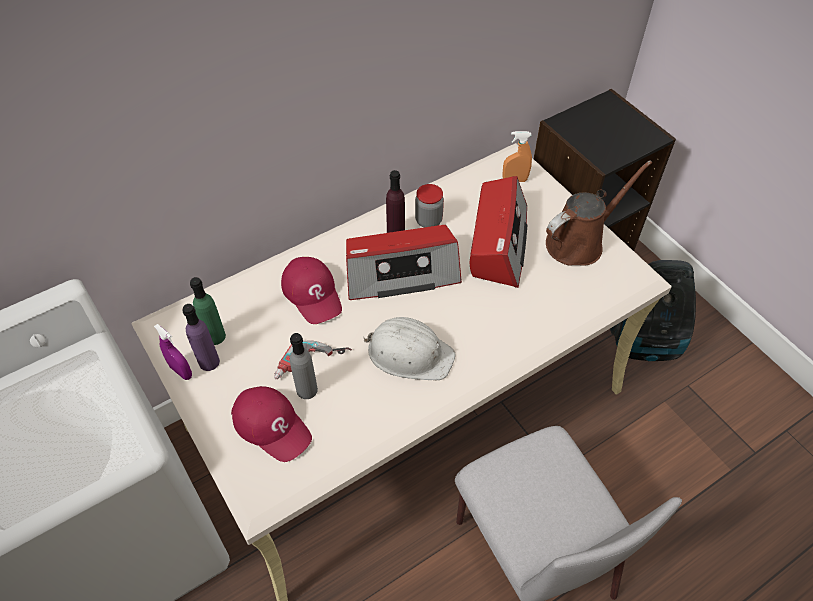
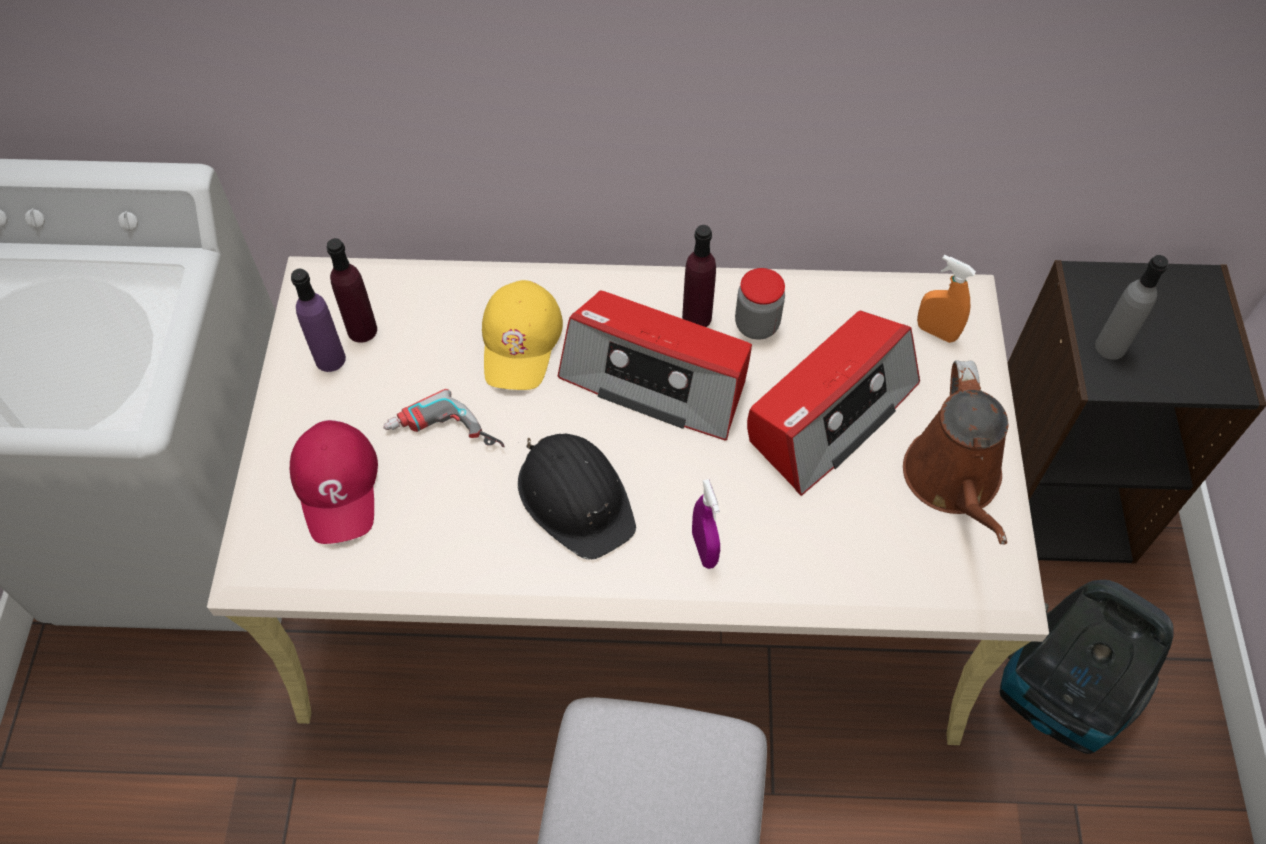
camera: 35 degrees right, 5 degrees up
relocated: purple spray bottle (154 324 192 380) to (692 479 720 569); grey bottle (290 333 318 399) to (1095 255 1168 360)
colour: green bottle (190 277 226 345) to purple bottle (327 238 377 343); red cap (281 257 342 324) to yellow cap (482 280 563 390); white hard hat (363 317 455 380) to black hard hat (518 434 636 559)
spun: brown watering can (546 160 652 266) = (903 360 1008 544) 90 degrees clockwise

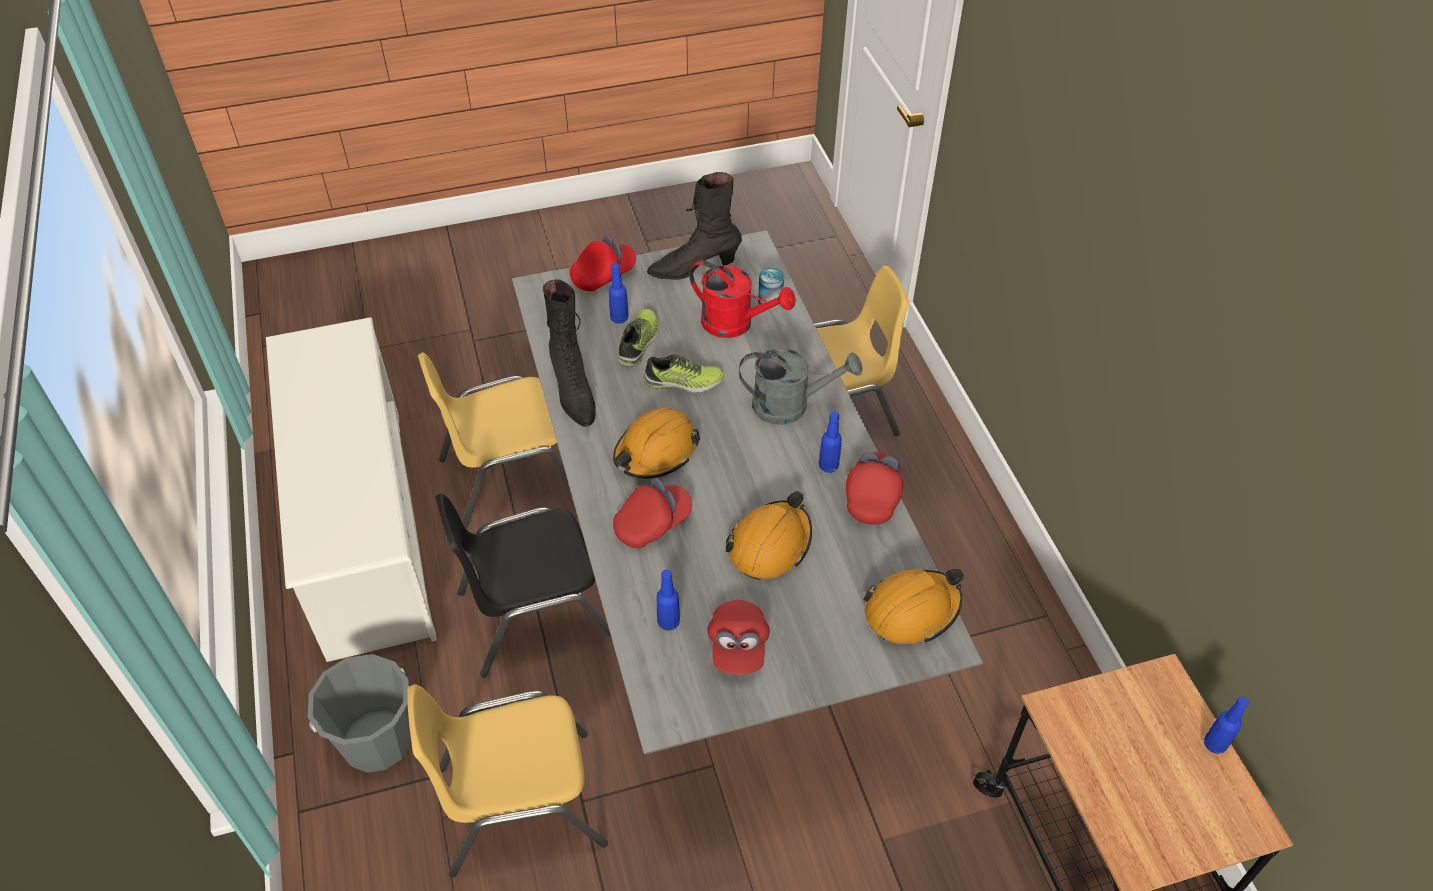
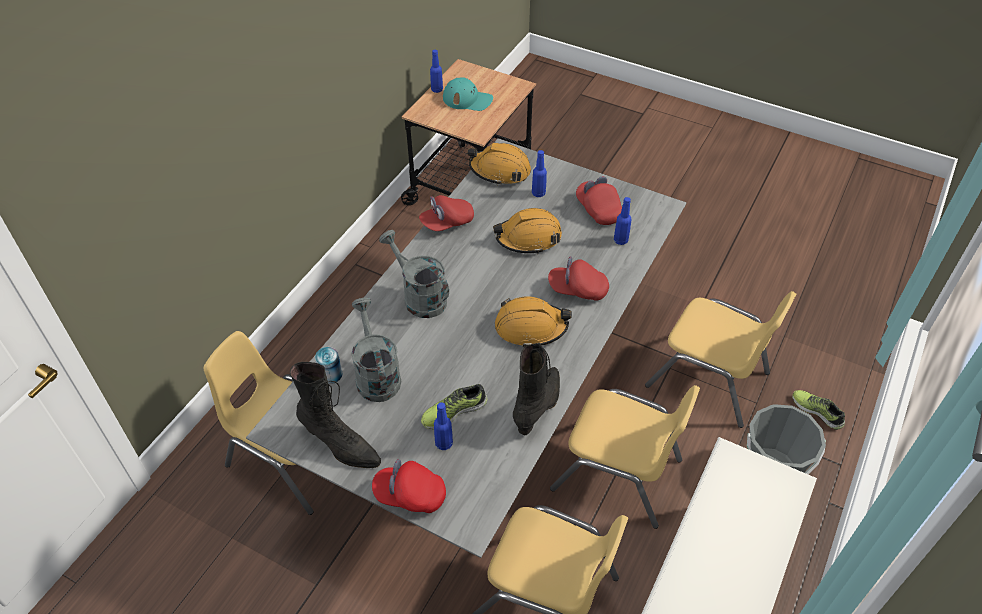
camera: 135 degrees left, 0 degrees up
appeared: turquoise cap (443 78 493 111)
relocated: shoe (643 355 724 393) to (792 390 845 430); blue bottle (819 411 842 473) to (532 150 547 197)
colour: black chair (436 493 612 677) to yellow chair (550 385 700 529); red watering can (689 260 796 338) to grey watering can (351 298 401 402)
spun: red cap (707 600 770 674) = (576 176 622 225) 75 degrees counterclockwise

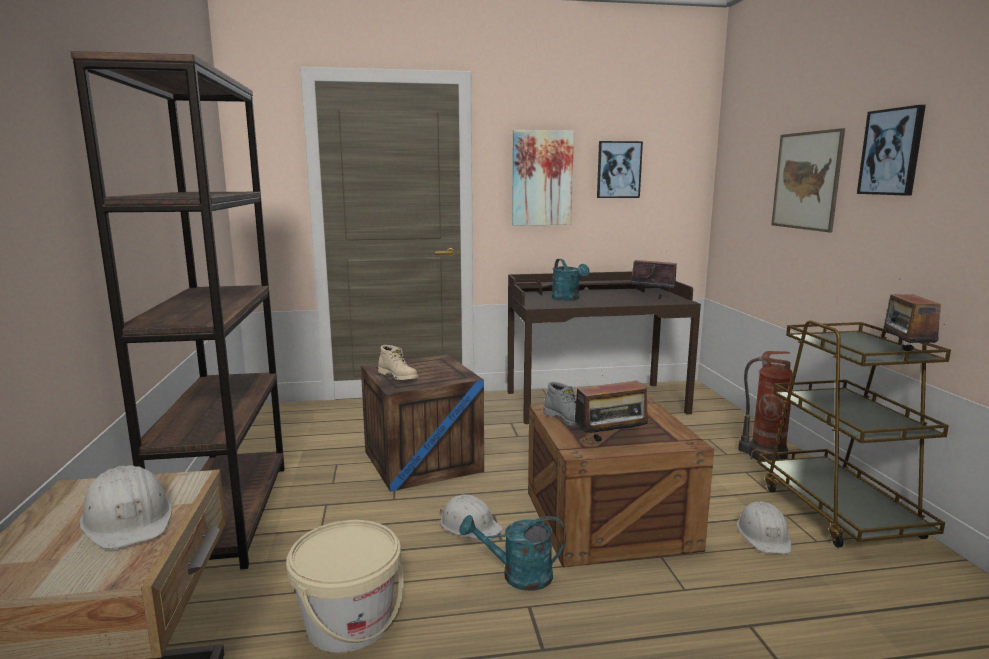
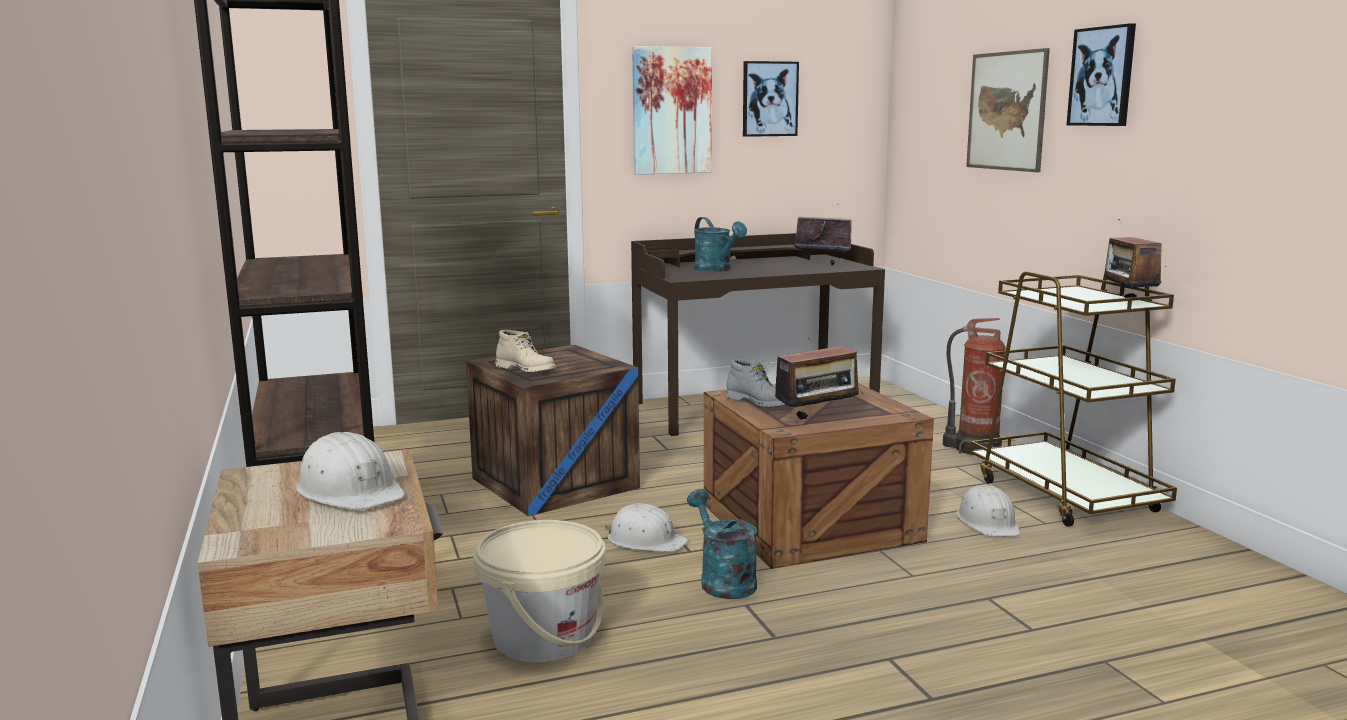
camera: 10 degrees left, 0 degrees up
spun: turquoise watering can (459 515 566 591) = (687 489 757 599) 75 degrees clockwise

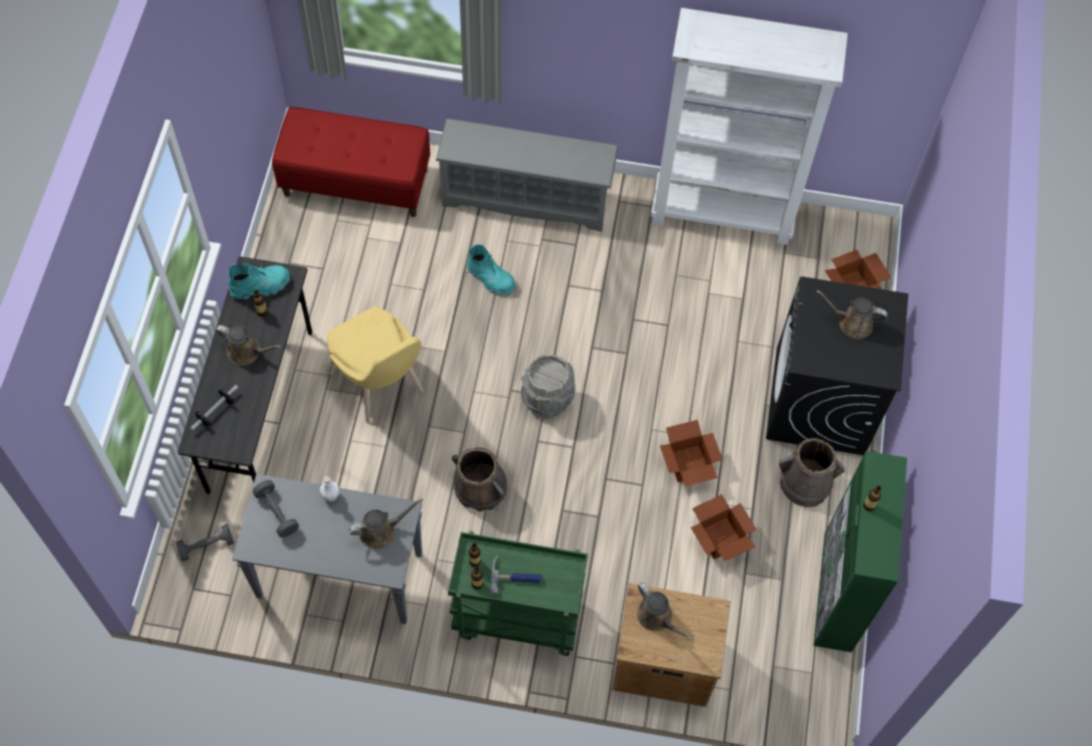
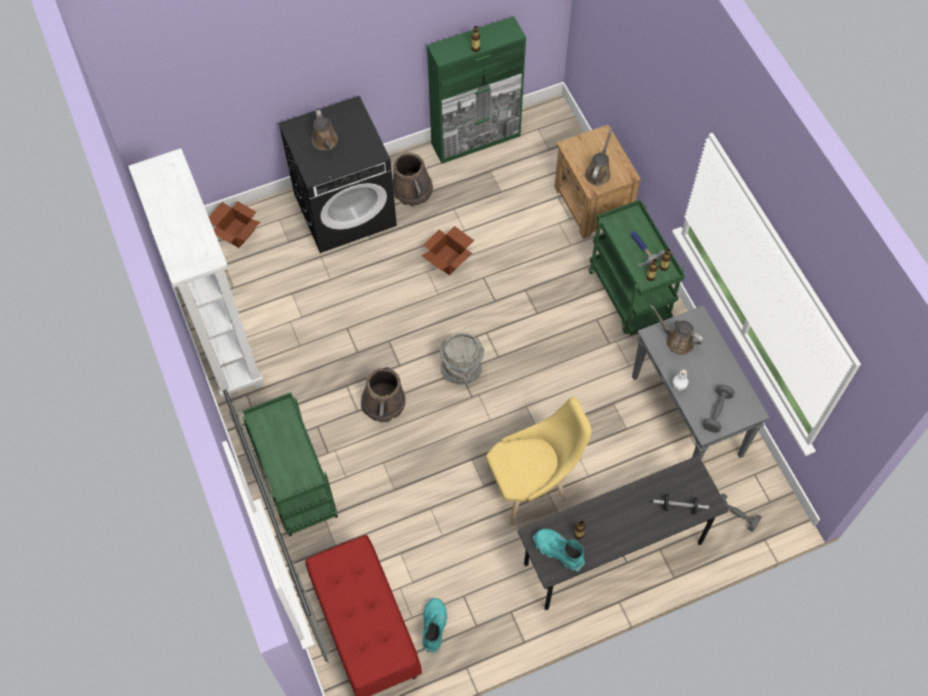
camera: 120 degrees left, 0 degrees up
missing: brown watering can (215 325 282 366); cardboard box (691 494 757 561)
relocated: brown bucket (452 447 507 512) to (361 367 406 422); turquoise boot (467 244 516 296) to (423 598 447 653)
exchanged: grey shoe rack (436 119 618 232) to green cart (242 392 338 536)
spun: yellow chair (327 306 424 423) = (486 397 591 525) 45 degrees clockwise

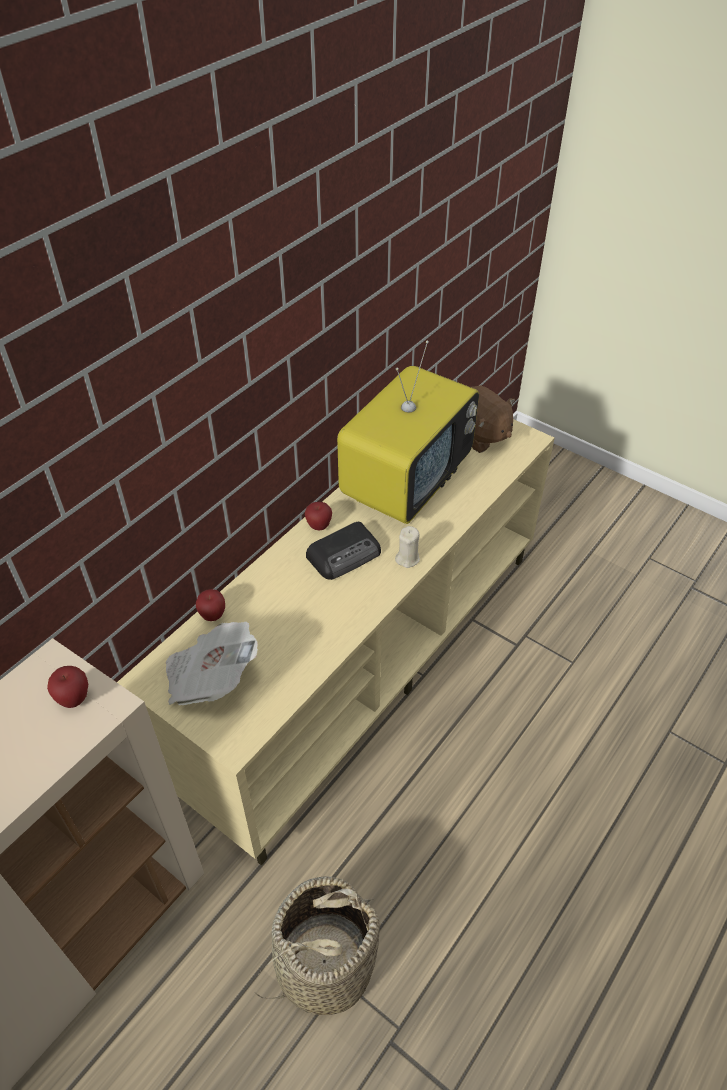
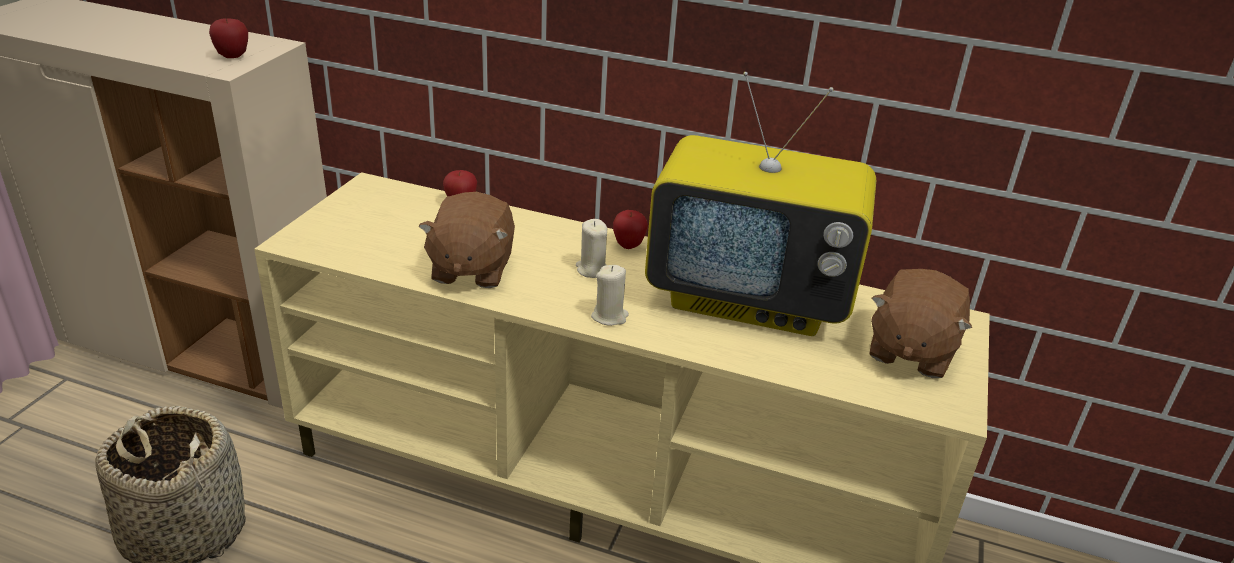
camera: 70 degrees right, 15 degrees down
missing: newspaper (166 622 258 705)
appeared: brown plush toy (418 192 515 288)
exchanged: radio (306 522 381 580) to beige candle (576 219 607 278)

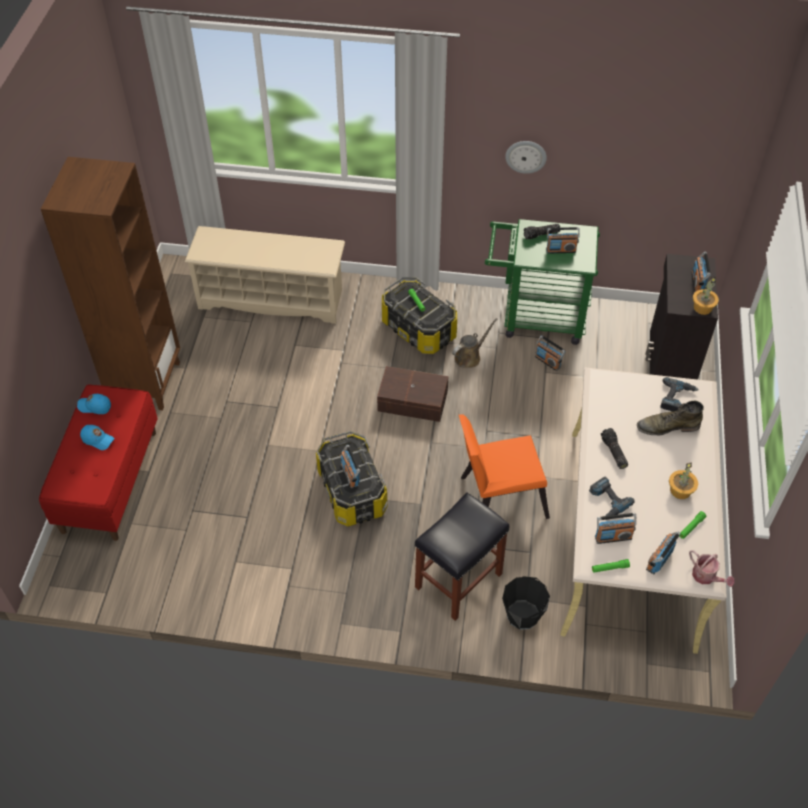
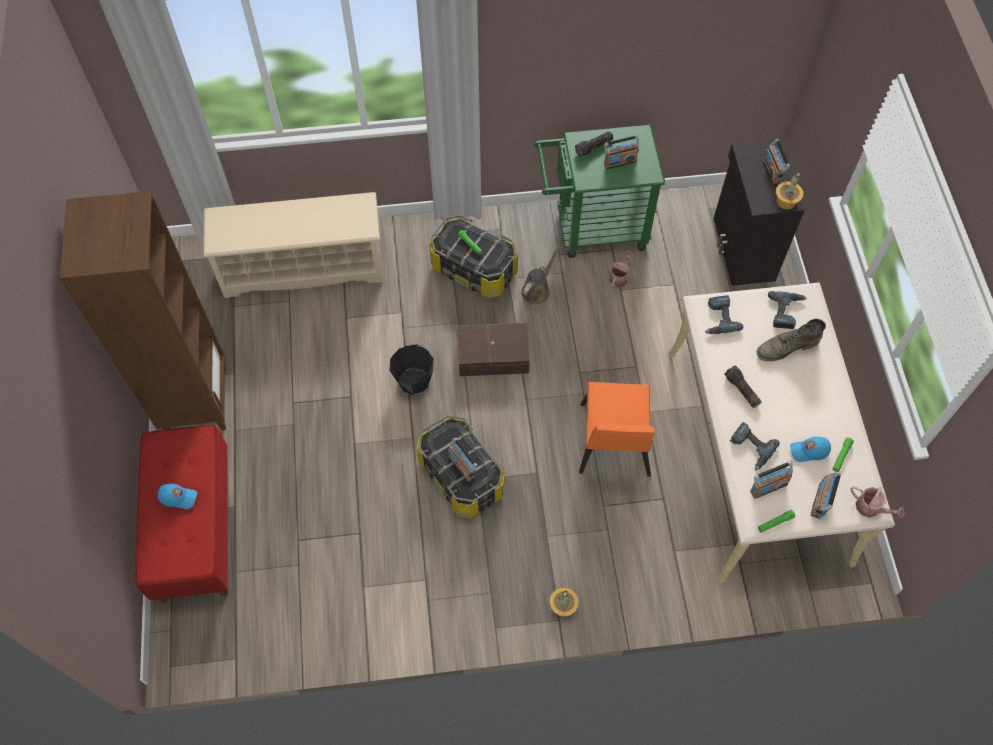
camera: 15 degrees left, 10 degrees up
missing: black stool (415 493 509 621); wall clock (505 141 547 174)
appeared: power drill (705 295 743 334)
relocated: blue cap (77 394 111 414) to (790 436 831 462); black bucket (502 576 550 630) to (390 344 434 396); potted plant (669 462 698 499) to (550 588 579 617)
exchanged: radio (535 335 565 371) to watering can (609 250 634 288)
spun: orange chair (459 414 550 519) = (579 382 655 477) 60 degrees counterclockwise

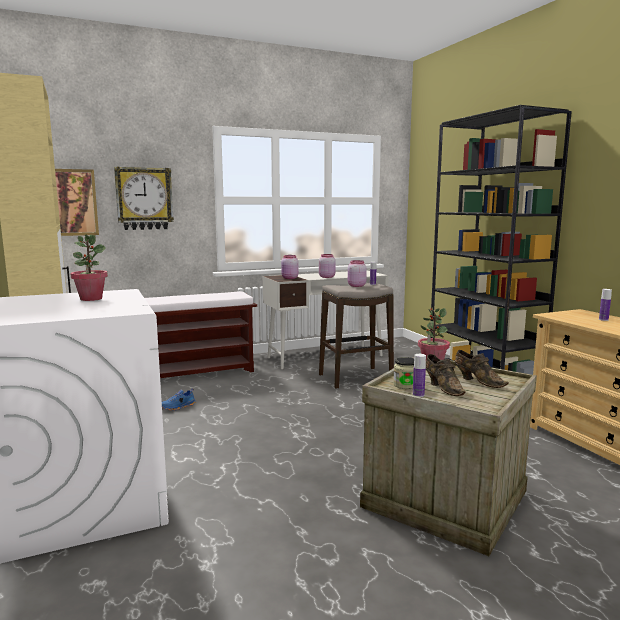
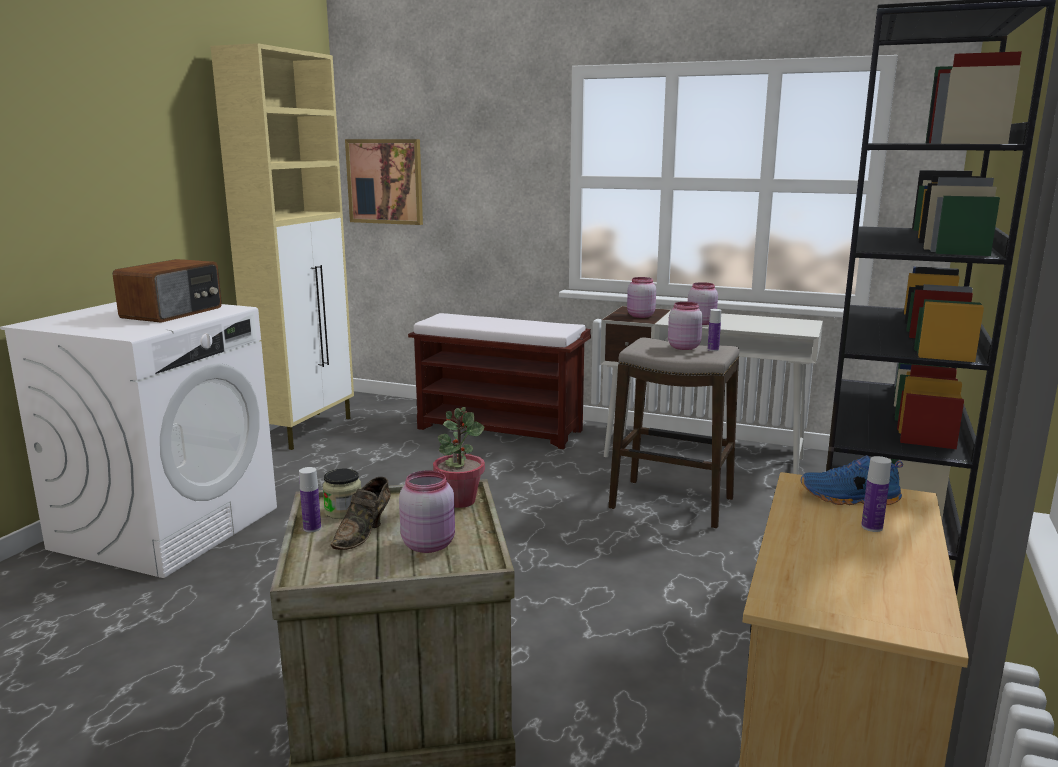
camera: 45 degrees right, 5 degrees up
missing: wall clock (114 167 174 230)
relocated: blue shoe (162 388 195 411) to (801 455 903 505)
exchanged: potted plant (70 235 108 301) to radio (112 259 222 323); brown shoe (455 350 509 388) to pink jar (399 470 455 553)

